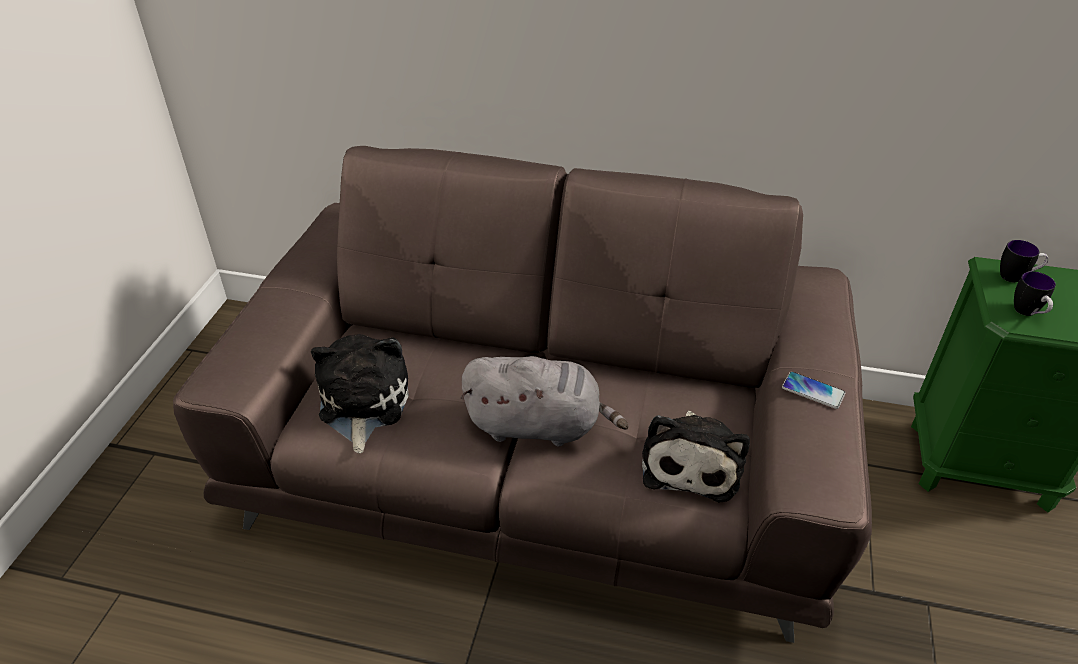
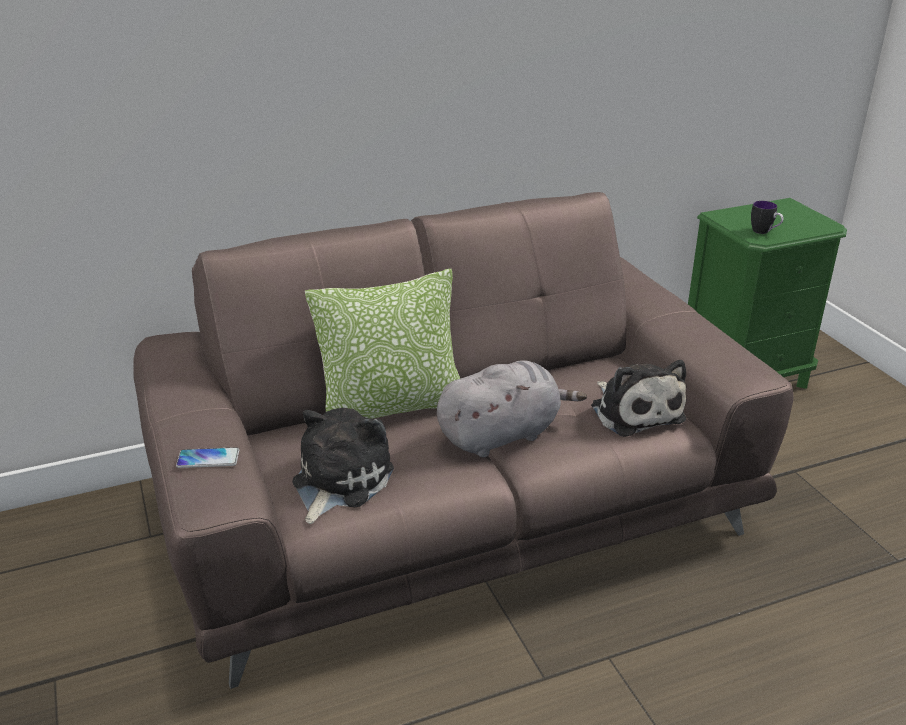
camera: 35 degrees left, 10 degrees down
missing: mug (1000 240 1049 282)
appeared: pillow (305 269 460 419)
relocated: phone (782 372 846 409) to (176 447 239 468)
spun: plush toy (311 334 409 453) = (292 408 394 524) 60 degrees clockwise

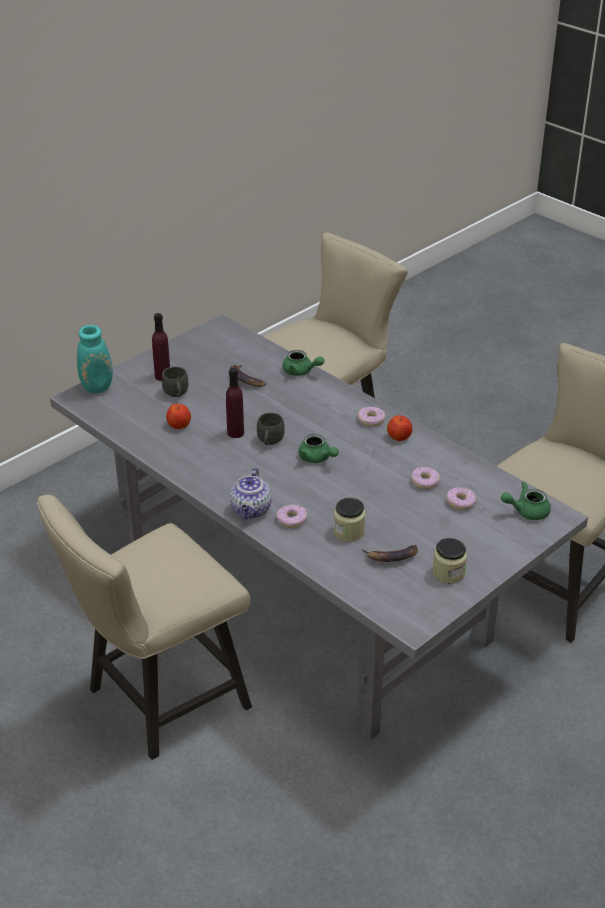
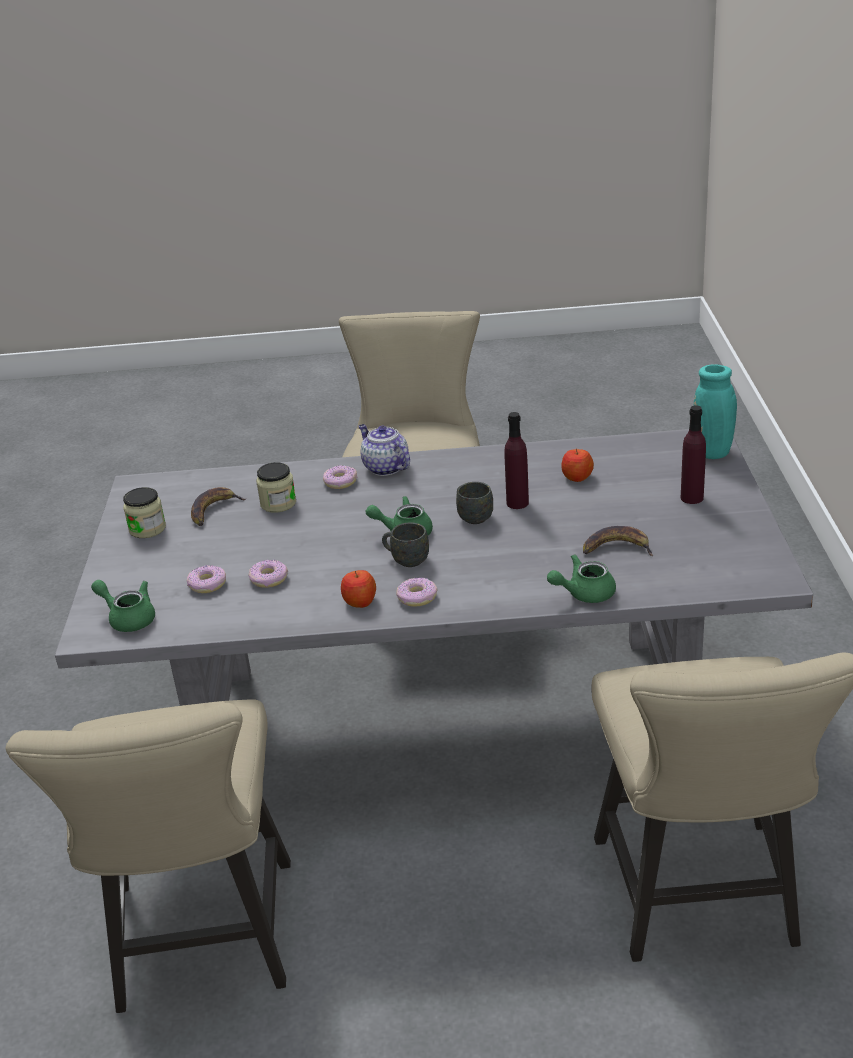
camera: 135 degrees right, 5 degrees down
relocated: grey mug (162 366 188 397) to (382 523 429 567)
spun: green teapot (501 481 551 520) = (91 580 155 632) 90 degrees counterclockwise

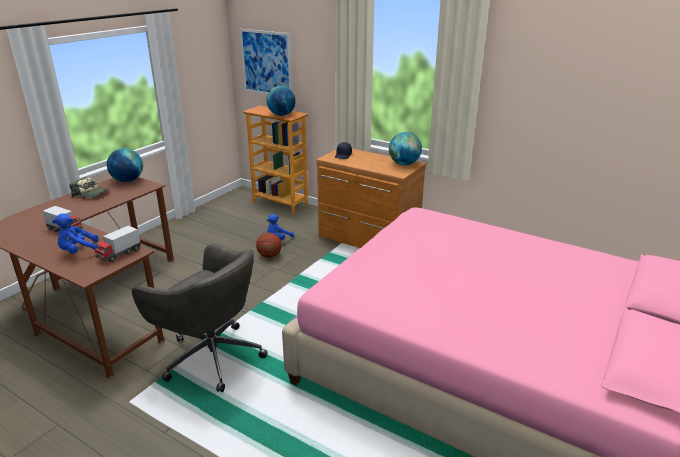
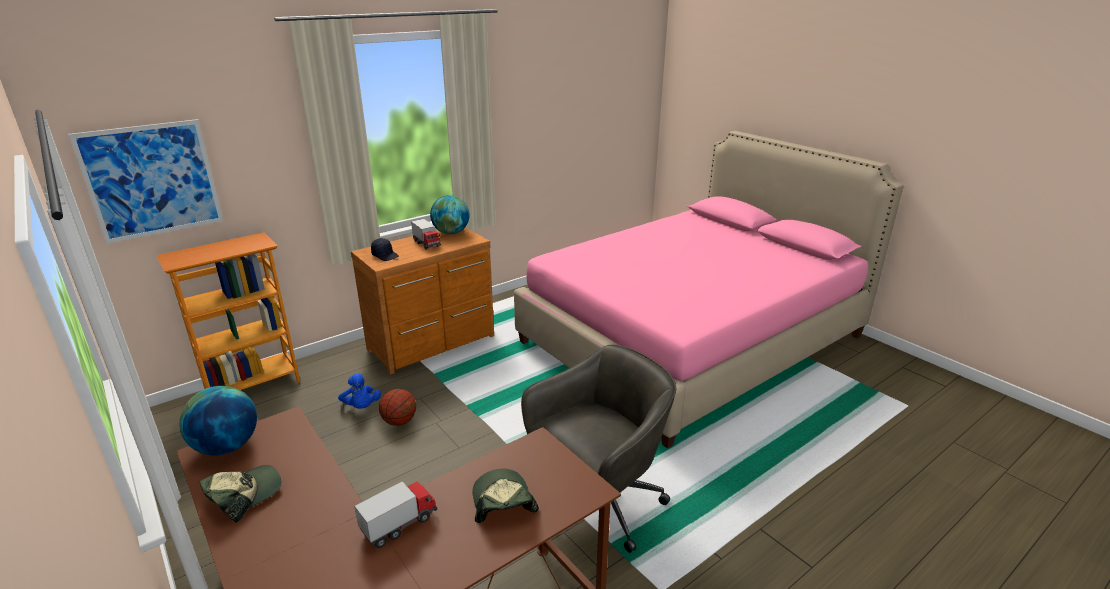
camera: 70 degrees left, 0 degrees up
missing: globe (267 86 296 116)
relocated: toy truck (95 225 140 262) to (411 219 441 249)
exchanged: blue plush toy (52 213 100 254) to cap (472 469 539 523)

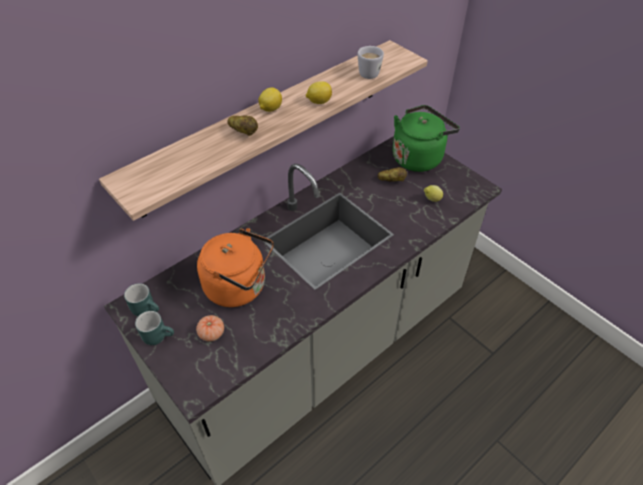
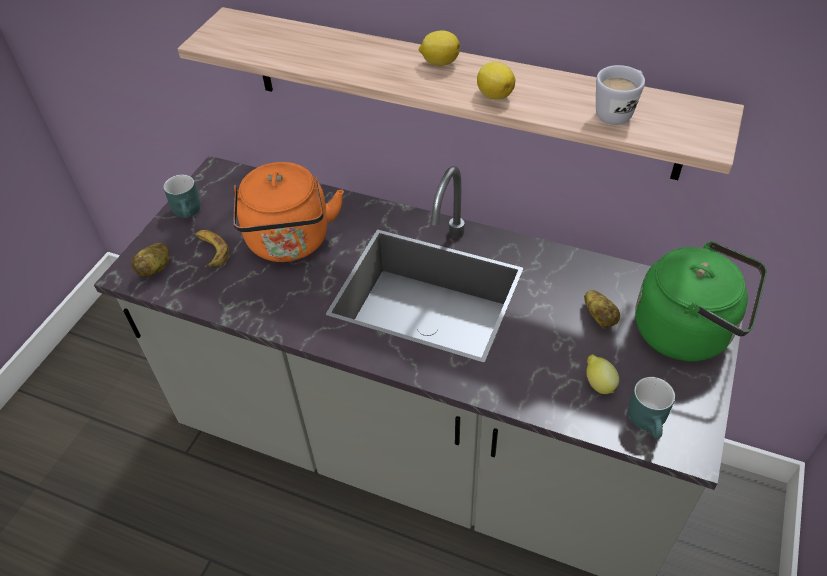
camera: 65 degrees right, 0 degrees up
relocated: turquoise mug (124 283 159 316) to (628 377 675 439); potato (227 116 258 136) to (131 243 169 276)
exchanged: tomato (196 315 224 341) to banana (195 230 229 268)

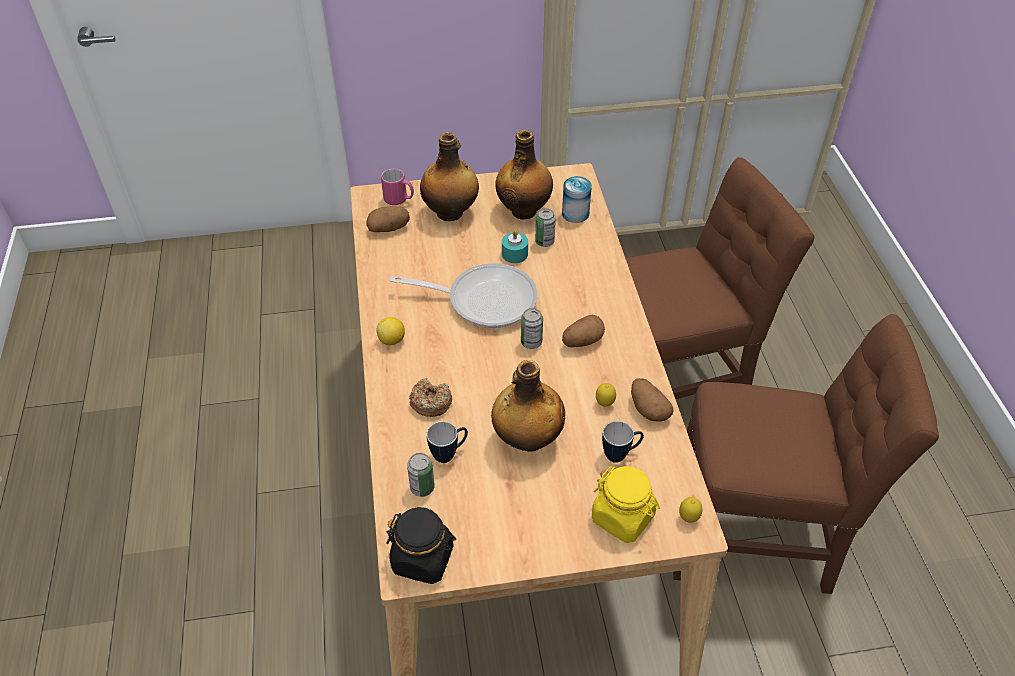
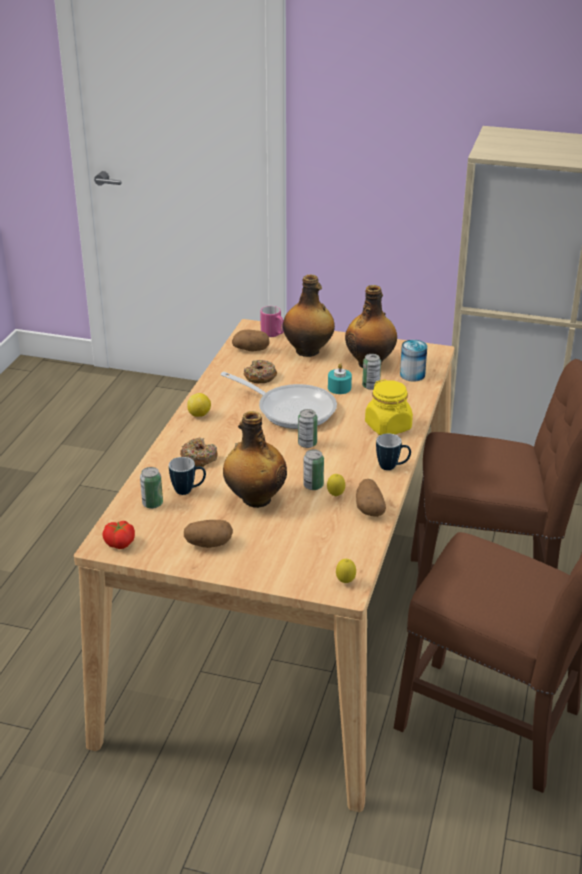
camera: 25 degrees right, 15 degrees down
appeared: donut (243 360 277 383); can (303 449 324 490)
relocated: potato (562 315 605 347) to (184 520 233 548); yellow jar (592 466 660 543) to (365 379 413 435); mug (602 421 644 463) to (376 434 411 470)
exchanged: black jar (386 507 456 584) to tomato (102 521 135 549)

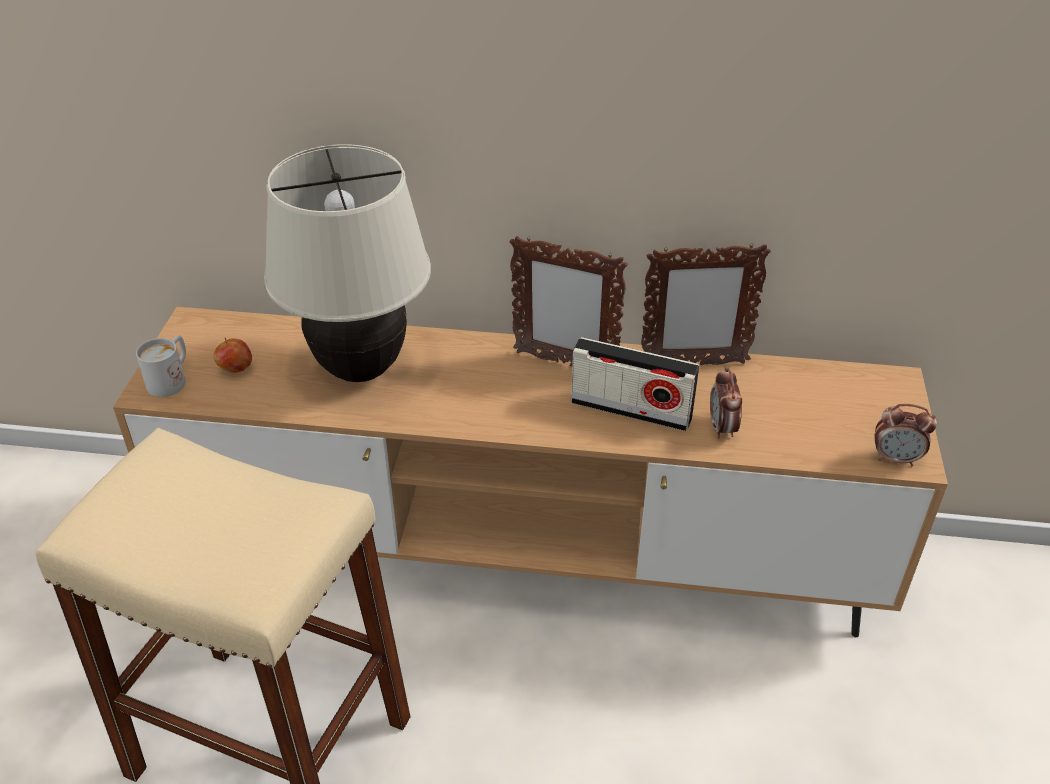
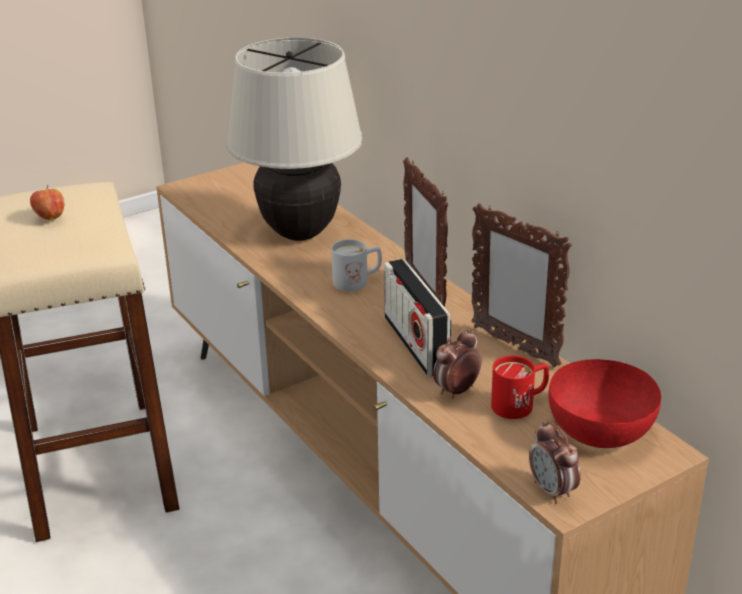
camera: 50 degrees right, 10 degrees down
appeared: red mug (491 355 549 419); red bowl (548 359 661 448)
relocated: white mug (136 335 186 397) to (331 239 382 292); apple (213 338 252 373) to (30 185 64 220)

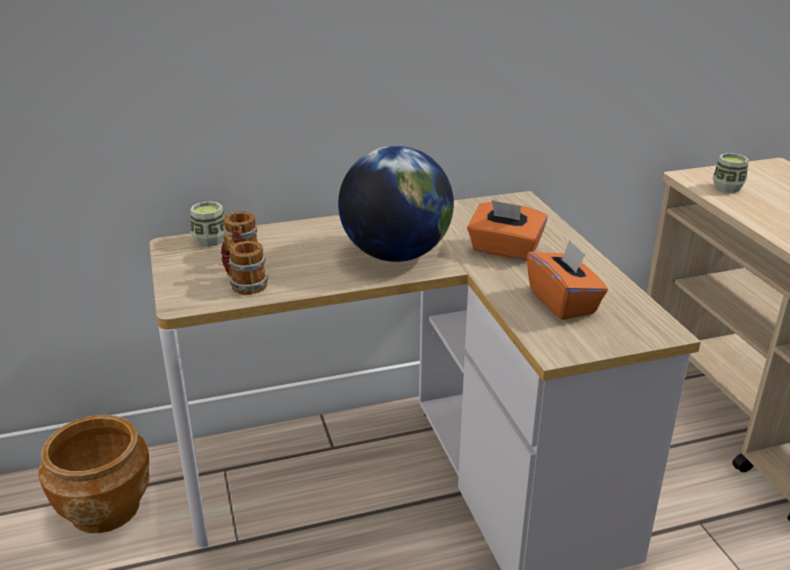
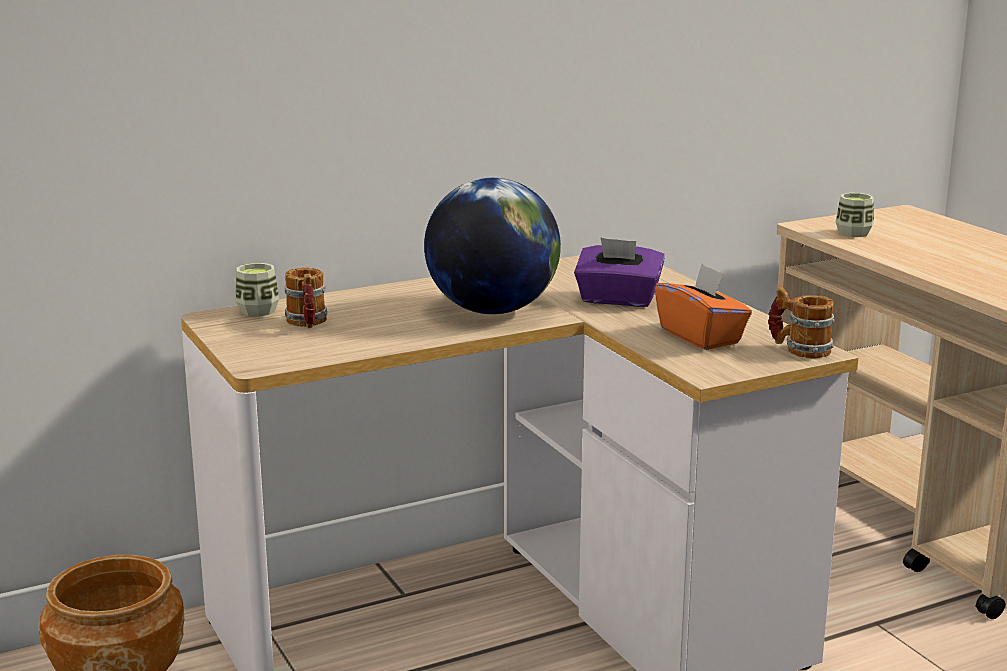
camera: 10 degrees left, 10 degrees down
relocated: mug (221 232 268 295) to (768 287 835 359)
colour: orange tissue box (467 200 548 261) to purple tissue box (574 237 665 307)

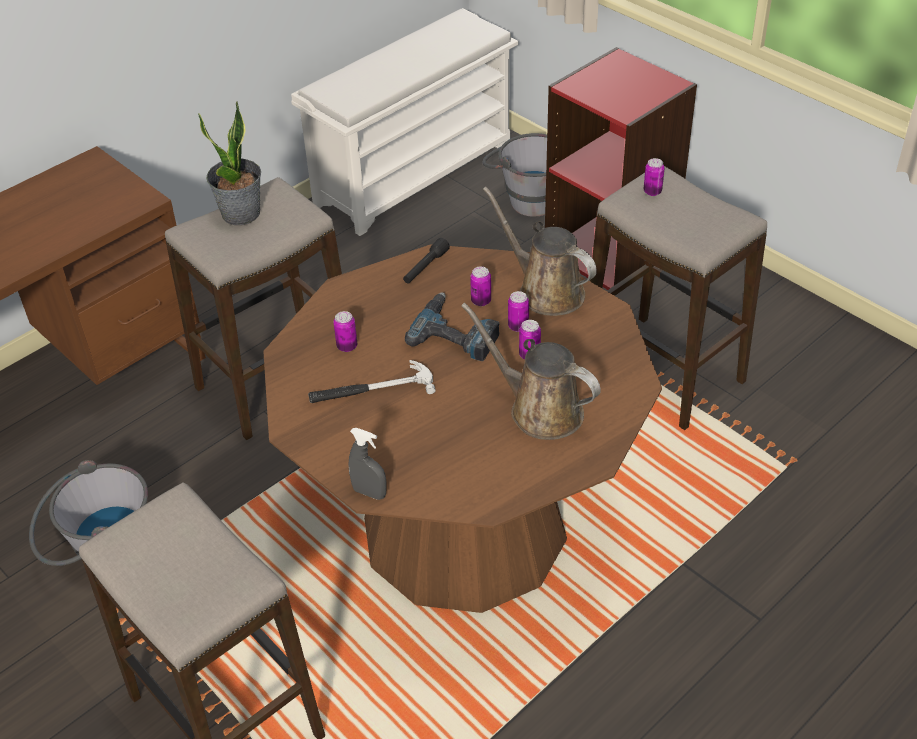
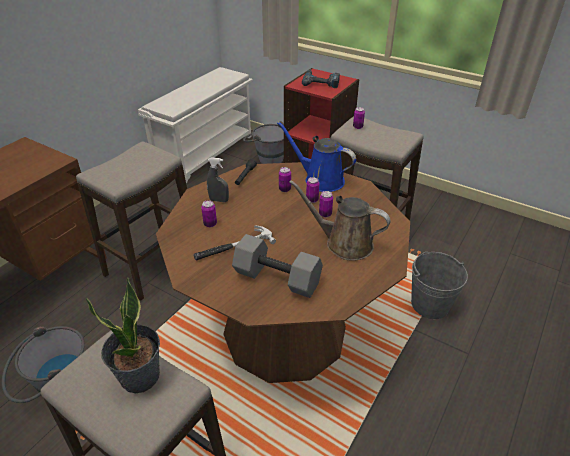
camera: 15 degrees left, 5 degrees down
appeared: grey dumbbell (232 234 323 298); grey bucket (411 252 468 319)
relocated: potted plant (198 101 261 225) to (86 277 160 393); grey spray bottle (348 428 386 500) to (207 157 229 202); power drill (405 292 500 361) to (302 70 340 88)
colour: brown watering can (483 186 597 316) to blue watering can (277 121 356 192)

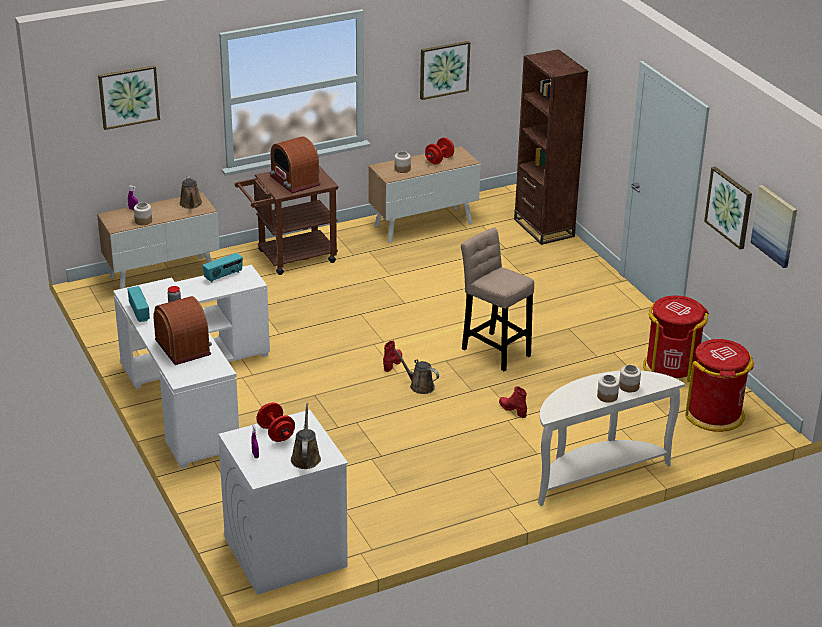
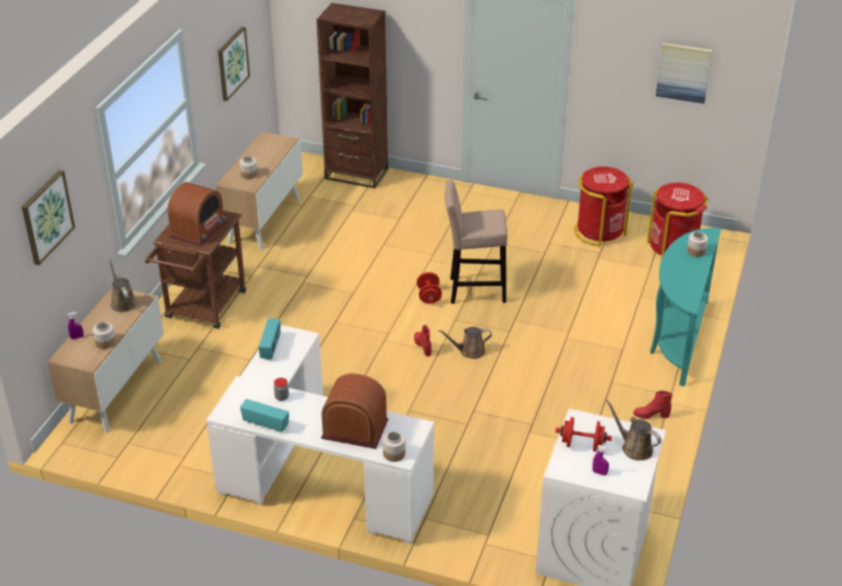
camera: 45 degrees left, 5 degrees up
missing: picture (704 167 752 249)
relocated: red dumbbell (425 138 454 164) to (417 272 442 304); red boot (499 386 527 418) to (633 391 673 419); jar (597 375 619 403) to (383 431 405 462)
colour: white console table (538 371 685 506) to turquoise console table (650 228 721 386)
spun: brown watering can (180 176 202 209) = (108 258 137 312) 150 degrees counterclockwise; radio (270 136 321 193) = (167 182 226 246) 75 degrees counterclockwise

